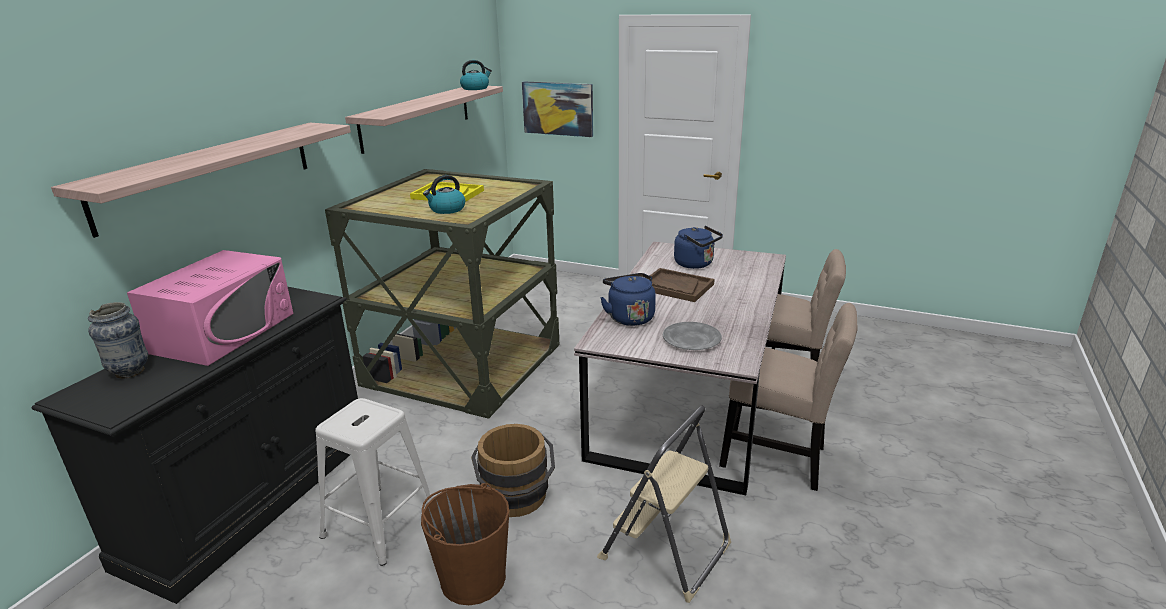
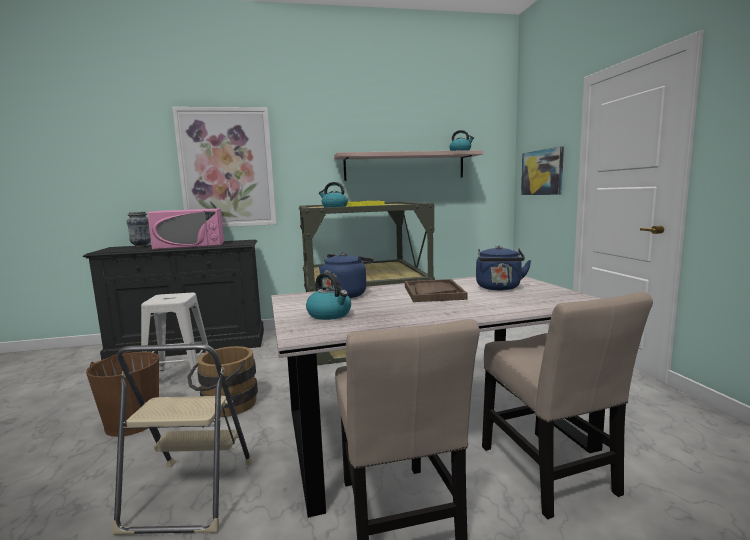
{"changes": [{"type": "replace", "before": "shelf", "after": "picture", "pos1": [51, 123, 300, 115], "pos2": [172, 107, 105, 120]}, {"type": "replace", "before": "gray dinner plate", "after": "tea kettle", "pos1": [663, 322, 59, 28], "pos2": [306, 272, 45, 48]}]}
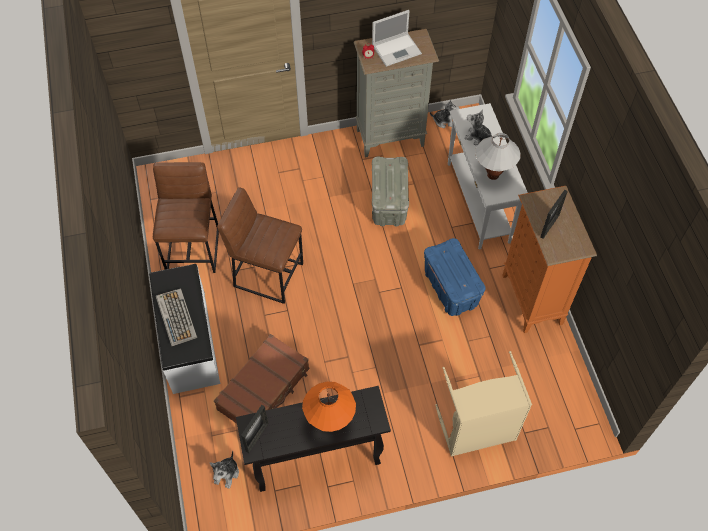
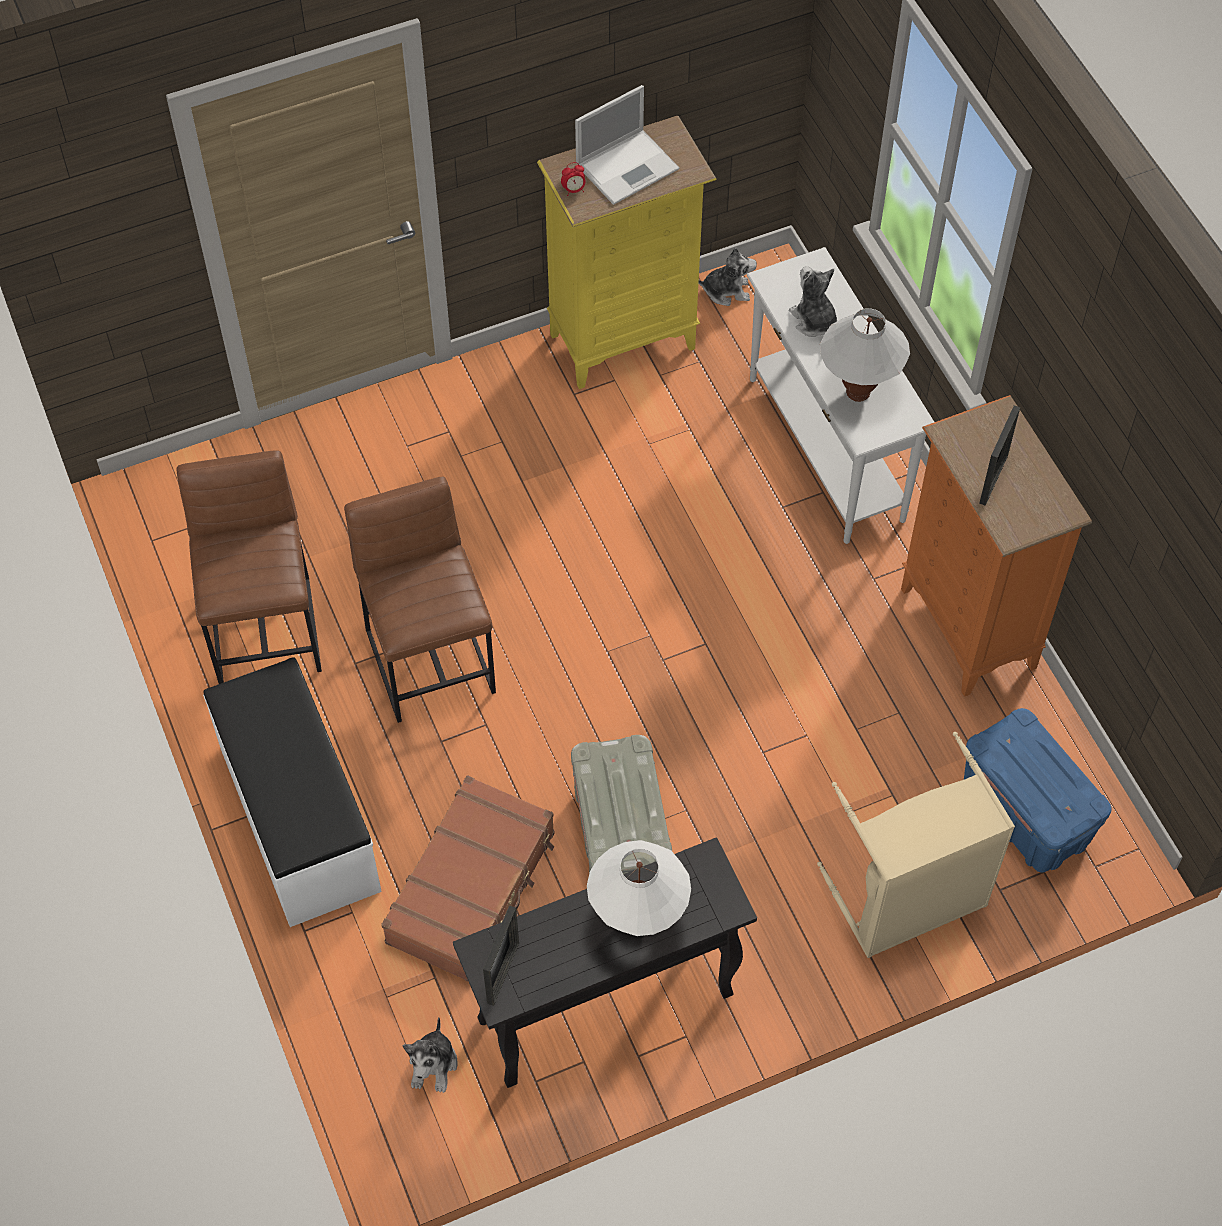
{"changes": [{"type": "rotate", "before": "brownish upright chair", "pos1": [217, 187, 86, 117], "pos2": [344, 477, 152, 246], "turn": 60}, {"type": "recolor", "before": "gray drawer chest", "after": "yellow drawer chest", "pos1": [354, 29, 85, 129], "pos2": [537, 116, 180, 273]}, {"type": "move", "before": "gray storage bin", "pos1": [372, 156, 37, 70], "pos2": [571, 735, 101, 139]}, {"type": "recolor", "before": "orange-coloured tabletop lamp", "after": "white-coloured tabletop lamp", "pos1": [302, 382, 54, 50], "pos2": [587, 840, 104, 96]}, {"type": "rotate", "before": "soft toy", "pos1": [464, 109, 31, 36], "pos2": [789, 266, 48, 71], "turn": 45}, {"type": "move", "before": "blue-coloured storage bin", "pos1": [424, 238, 62, 78], "pos2": [964, 708, 148, 165]}, {"type": "delete", "before": "computer keyboard", "pos1": [156, 289, 41, 58]}]}
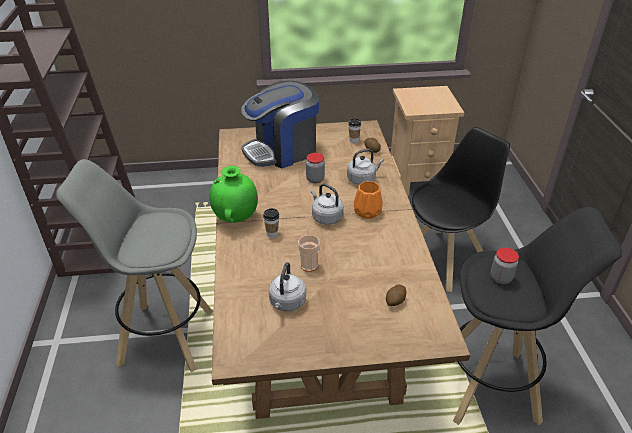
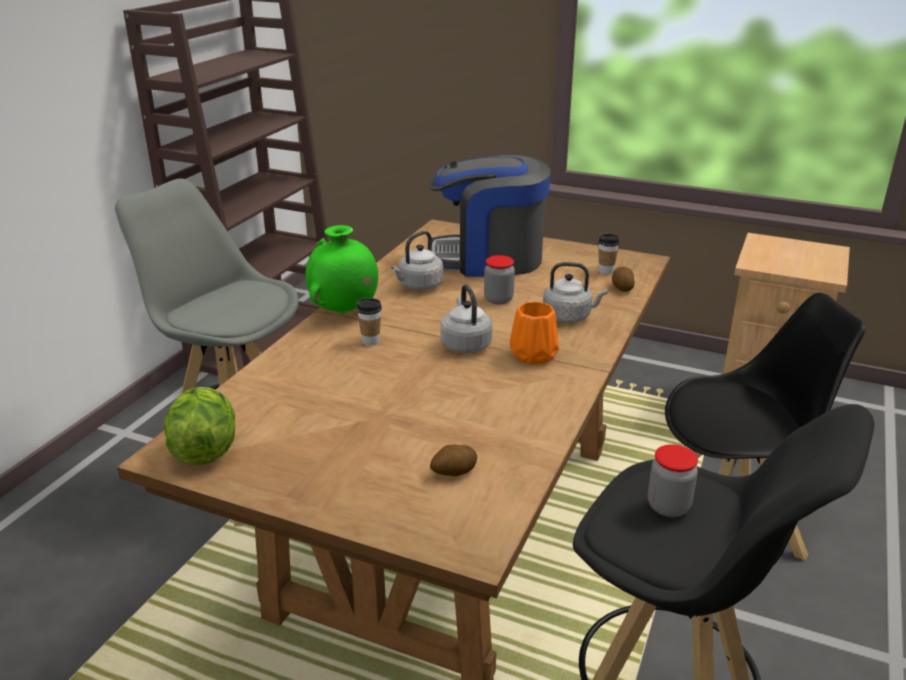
{"changes": [{"type": "insert", "after": "lettuce head", "pos2": [164, 387, 71, 78]}, {"type": "move", "before": "gray tea kettle", "pos1": [269, 262, 37, 49], "pos2": [391, 231, 52, 60]}, {"type": "delete", "before": "drinking cup", "pos1": [298, 235, 22, 37]}]}
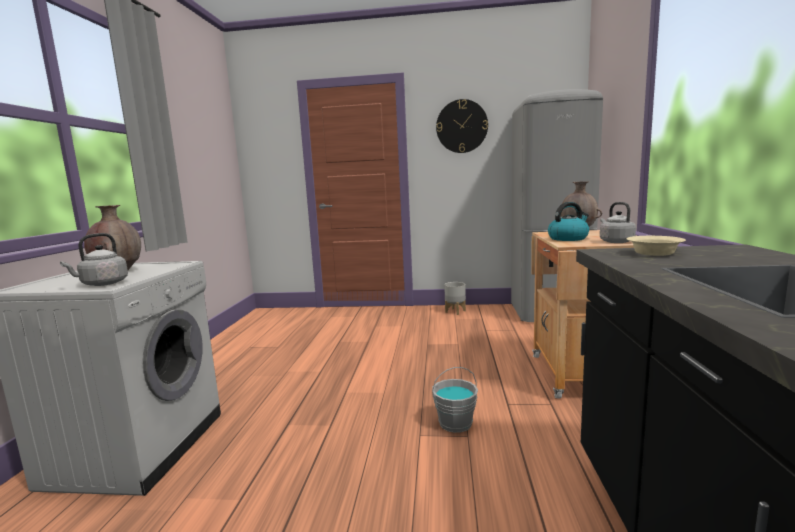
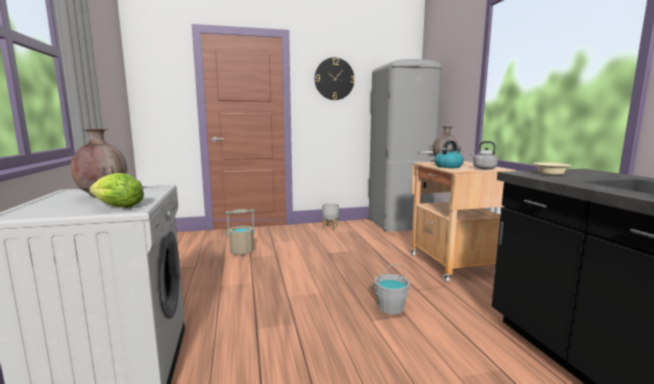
{"changes": [{"type": "replace", "before": "gray tea kettle", "after": "lettuce head", "pos1": [60, 233, 68, 53], "pos2": [89, 173, 55, 35]}, {"type": "insert", "after": "beige pail", "pos2": [226, 209, 29, 46]}]}
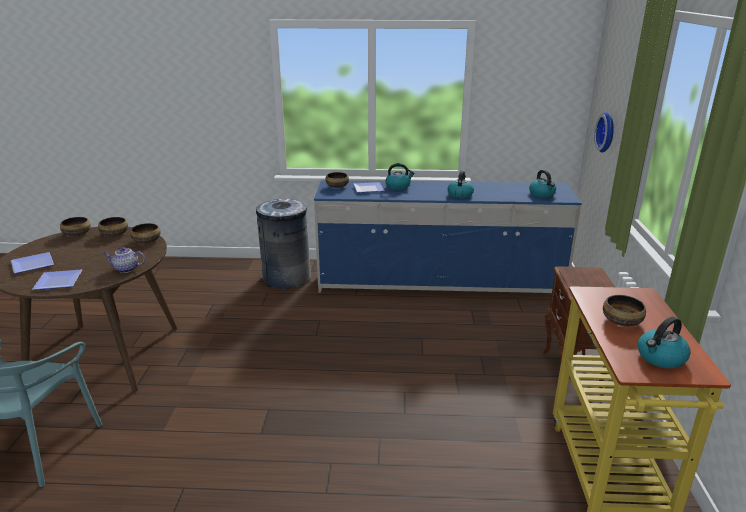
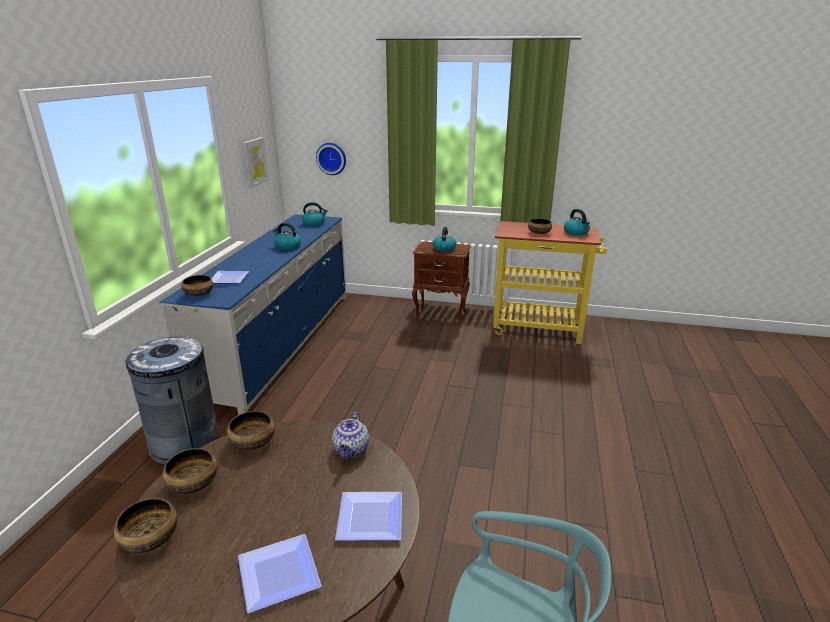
{"changes": [{"type": "insert", "after": "picture", "pos2": [243, 137, 26, 51]}, {"type": "move", "before": "tea kettle", "pos1": [385, 163, 30, 27], "pos2": [433, 227, 23, 25]}]}
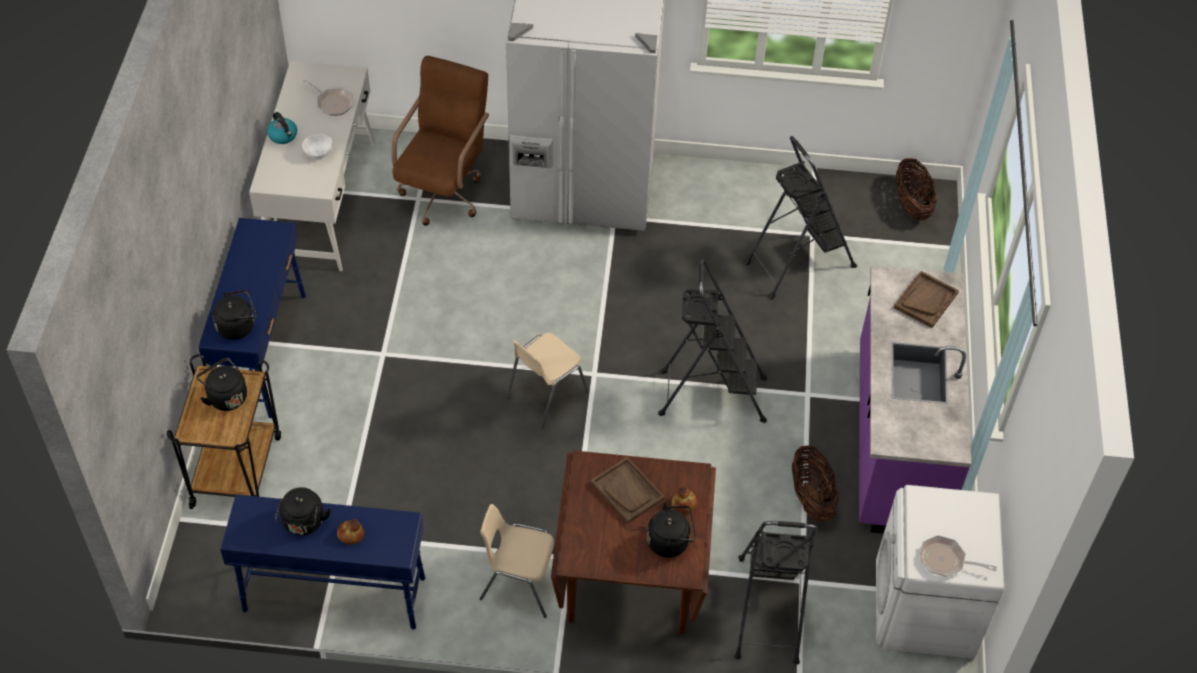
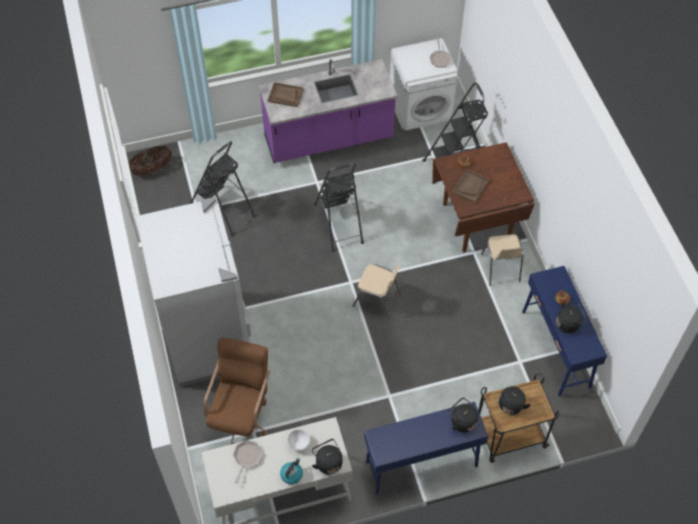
{"changes": [{"type": "rotate", "before": "brownish desk chair", "pos1": [392, 56, 97, 170], "pos2": [203, 338, 67, 107], "turn": 105}, {"type": "move", "before": "black-coloured tea kettle", "pos1": [647, 503, 49, 55], "pos2": [312, 439, 30, 35]}, {"type": "delete", "before": "storage basket", "pos1": [792, 445, 47, 77]}]}
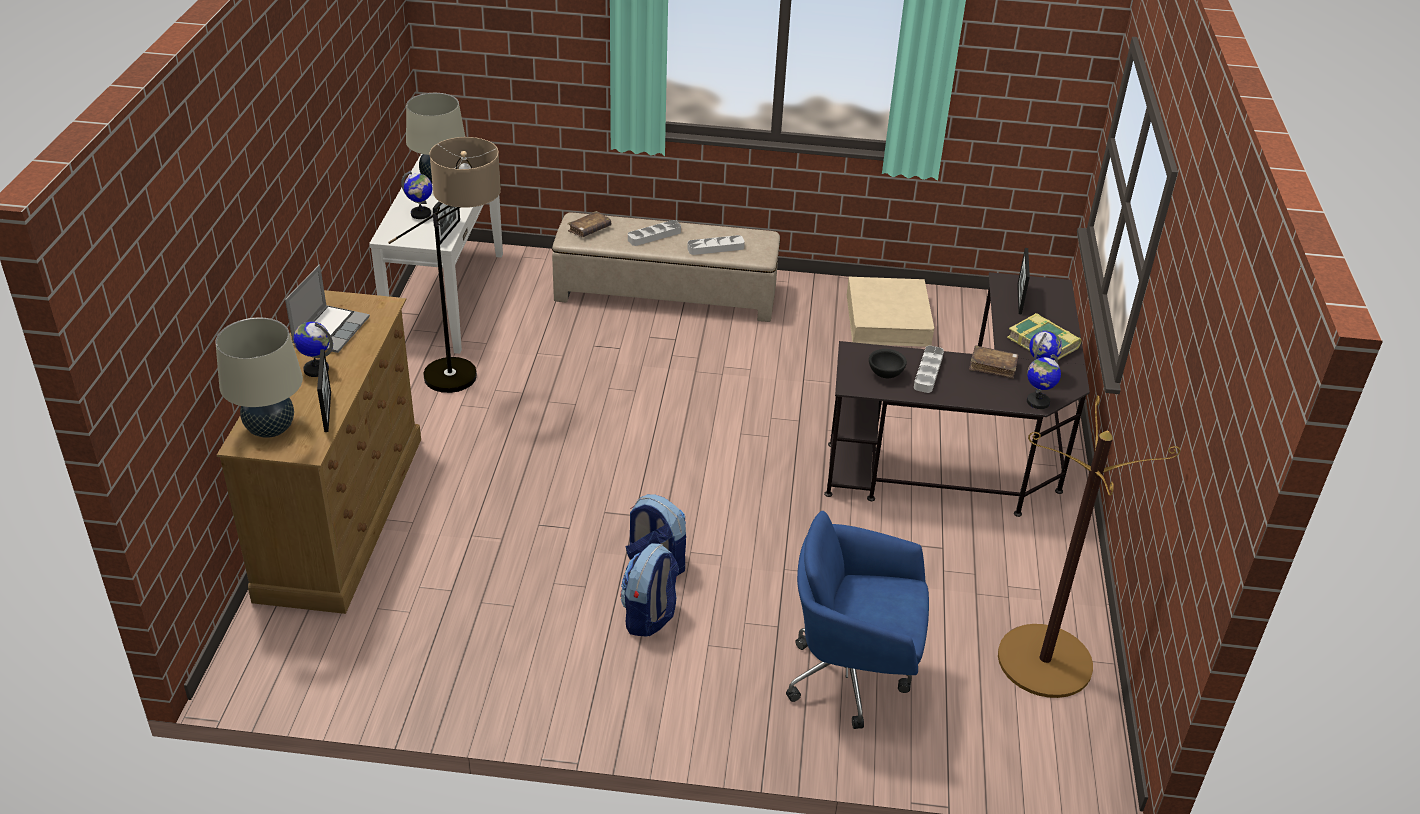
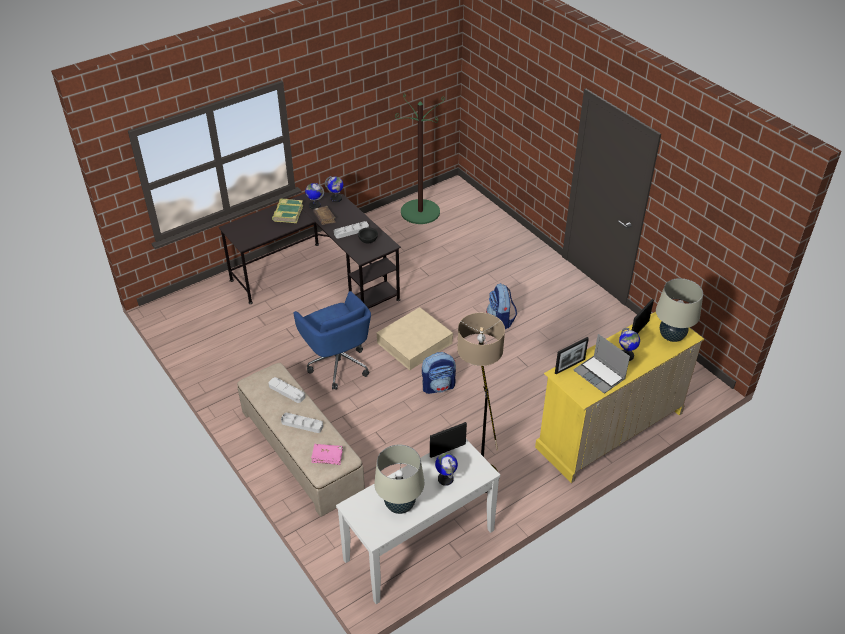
{"changes": [{"type": "move", "before": "blue-coloured desk chair", "pos1": [786, 511, 143, 218], "pos2": [294, 291, 77, 99]}, {"type": "recolor", "before": "brownish volume", "after": "pinkish volume", "pos1": [567, 211, 44, 26], "pos2": [311, 444, 32, 21]}, {"type": "move", "before": "beige storage bin", "pos1": [847, 276, 87, 71], "pos2": [377, 307, 76, 63]}, {"type": "recolor", "before": "brownish clothes rack", "after": "green clothes rack", "pos1": [998, 396, 182, 302], "pos2": [395, 94, 50, 130]}, {"type": "move", "before": "backpack", "pos1": [621, 543, 58, 94], "pos2": [422, 352, 34, 42]}, {"type": "recolor", "before": "brownish drawer chest", "after": "yellow drawer chest", "pos1": [217, 290, 204, 324], "pos2": [535, 312, 169, 171]}, {"type": "move", "before": "picture frame", "pos1": [1017, 248, 13, 66], "pos2": [555, 337, 34, 37]}, {"type": "rotate", "before": "notebook computer", "pos1": [285, 264, 85, 89], "pos2": [574, 334, 56, 60], "turn": -105}]}
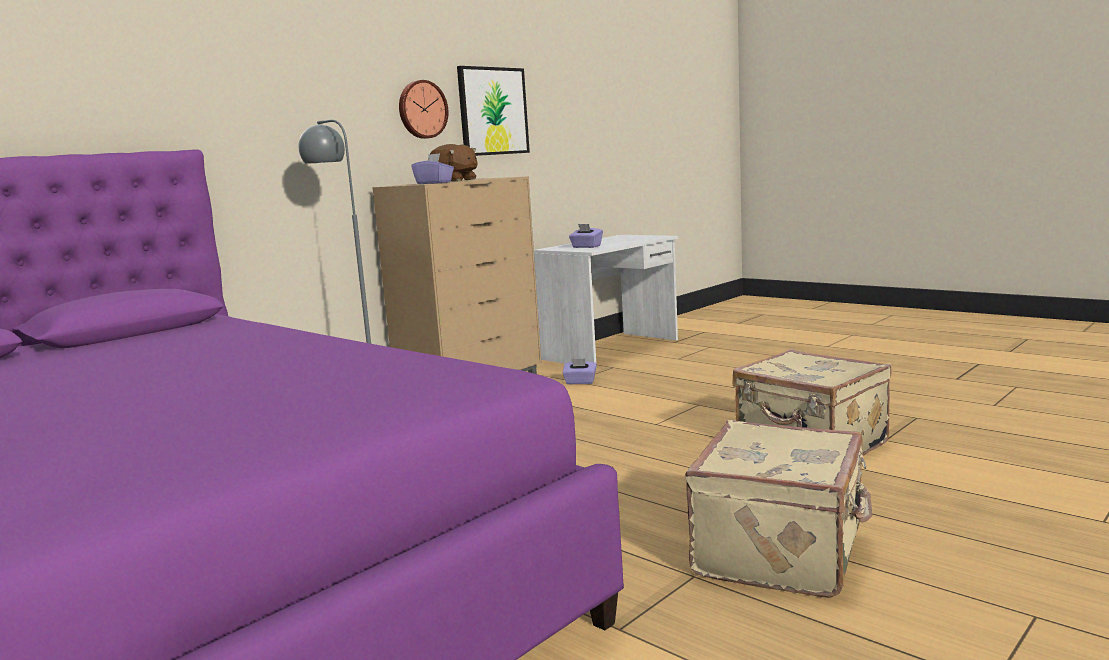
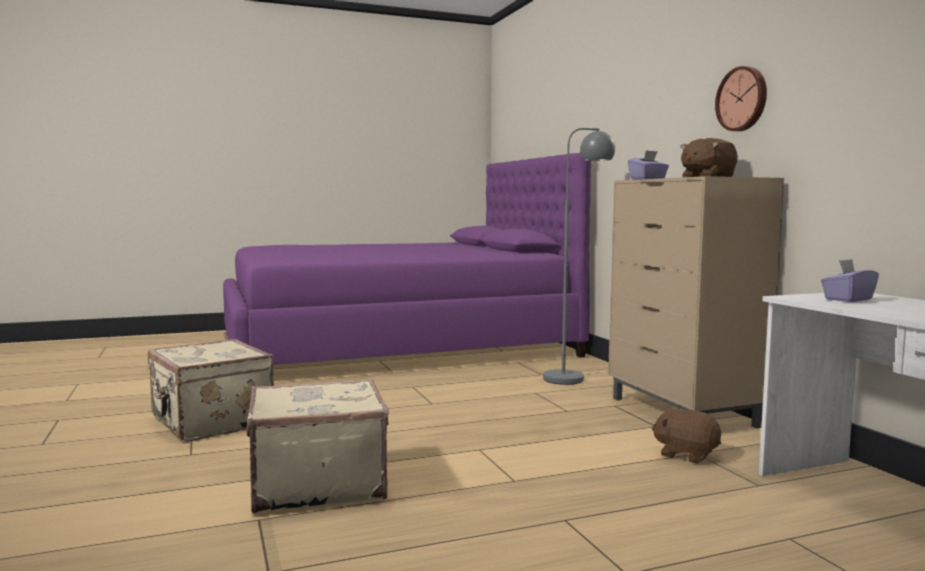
{"changes": [{"type": "replace", "before": "purple box of tissues", "after": "brownish soft toy", "pos1": [563, 359, 34, 25], "pos2": [652, 408, 69, 55]}, {"type": "delete", "before": "picture", "pos1": [457, 66, 73, 90]}]}
